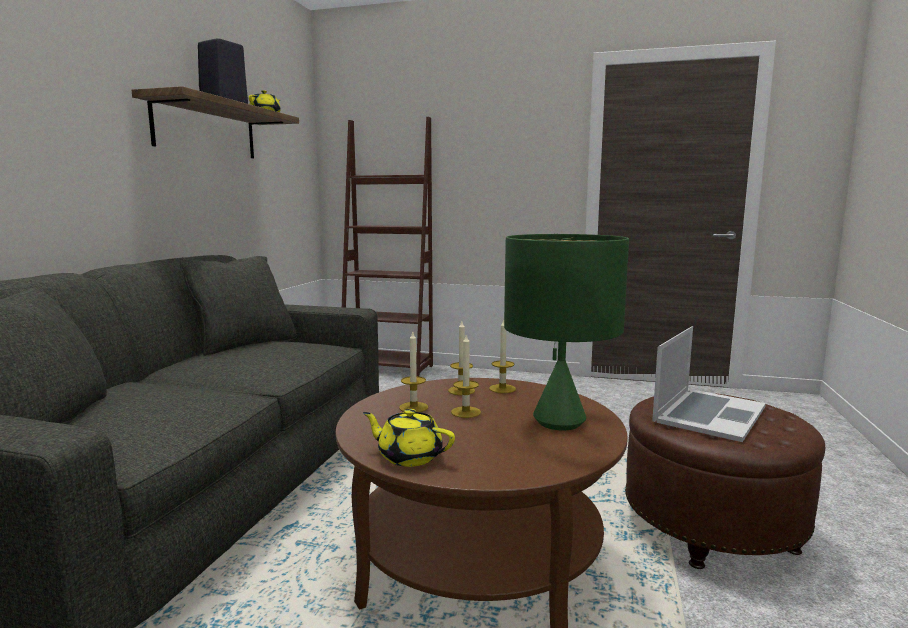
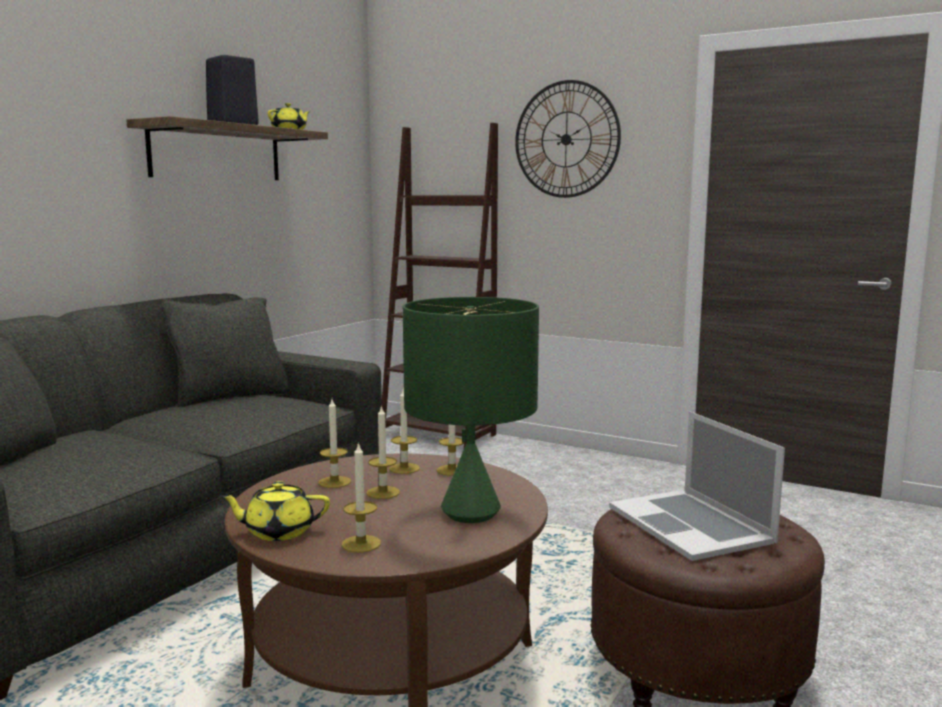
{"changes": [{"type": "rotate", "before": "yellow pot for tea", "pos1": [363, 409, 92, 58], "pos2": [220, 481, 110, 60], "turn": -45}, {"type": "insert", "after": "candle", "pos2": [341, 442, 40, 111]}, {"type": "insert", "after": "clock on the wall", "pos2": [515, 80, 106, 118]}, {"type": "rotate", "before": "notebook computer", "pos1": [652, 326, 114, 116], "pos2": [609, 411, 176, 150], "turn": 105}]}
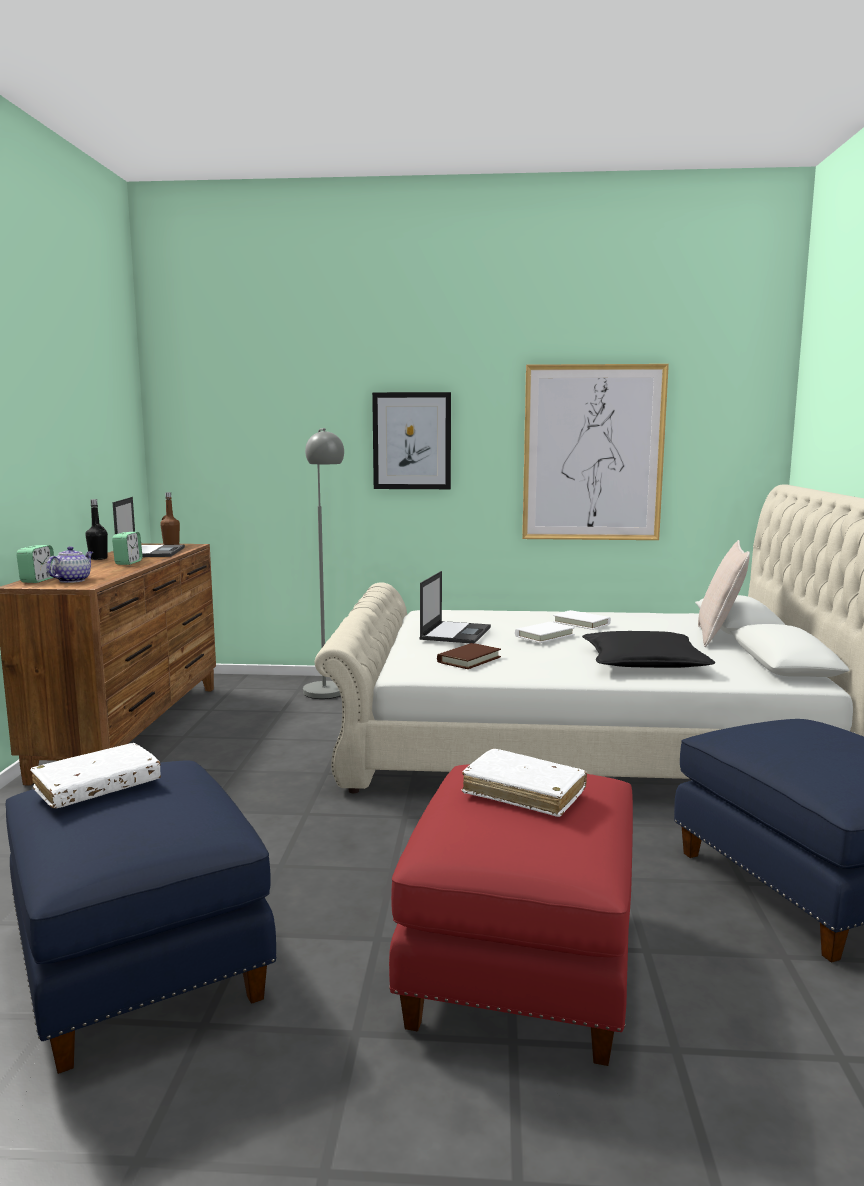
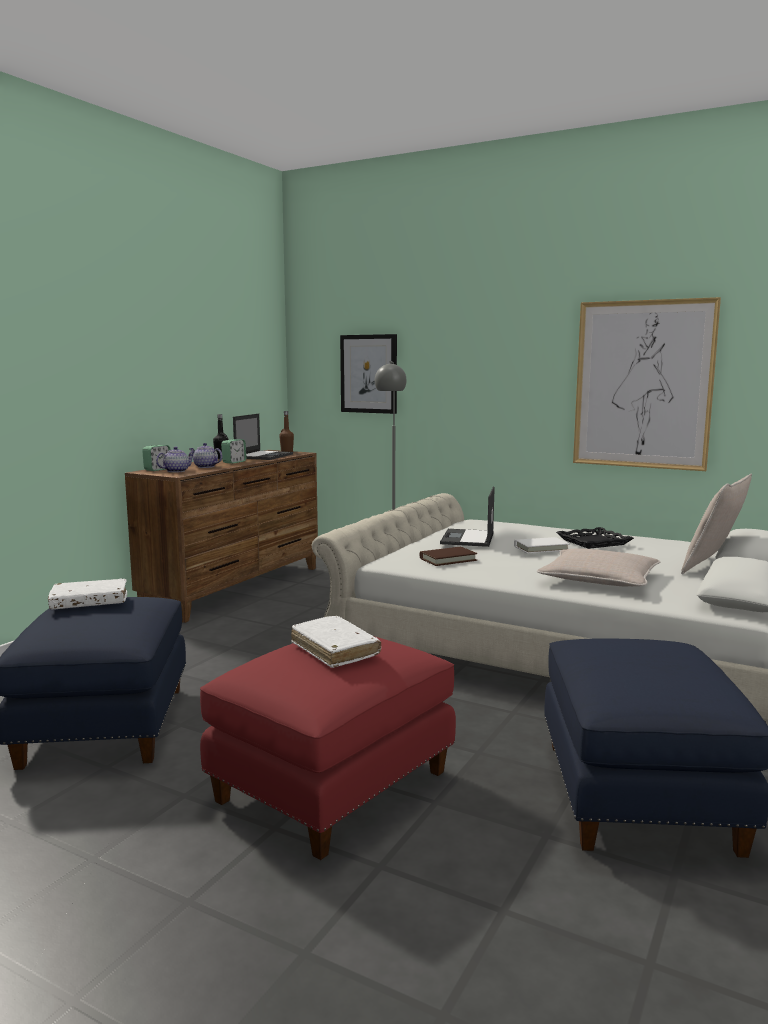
{"changes": [{"type": "insert", "after": "pot for tea", "pos2": [189, 443, 33, 25]}, {"type": "move", "before": "picture", "pos1": [372, 392, 79, 97], "pos2": [340, 334, 57, 80]}, {"type": "rotate", "before": "notebook computer", "pos1": [419, 571, 72, 72], "pos2": [440, 487, 55, 60], "turn": 150}, {"type": "recolor", "before": "black-coloured pillow", "after": "beige pillow", "pos1": [582, 631, 133, 37], "pos2": [537, 548, 124, 38]}, {"type": "replace", "before": "white-coloured volume", "after": "black-coloured carrying tray", "pos1": [553, 610, 58, 20], "pos2": [556, 527, 78, 22]}]}
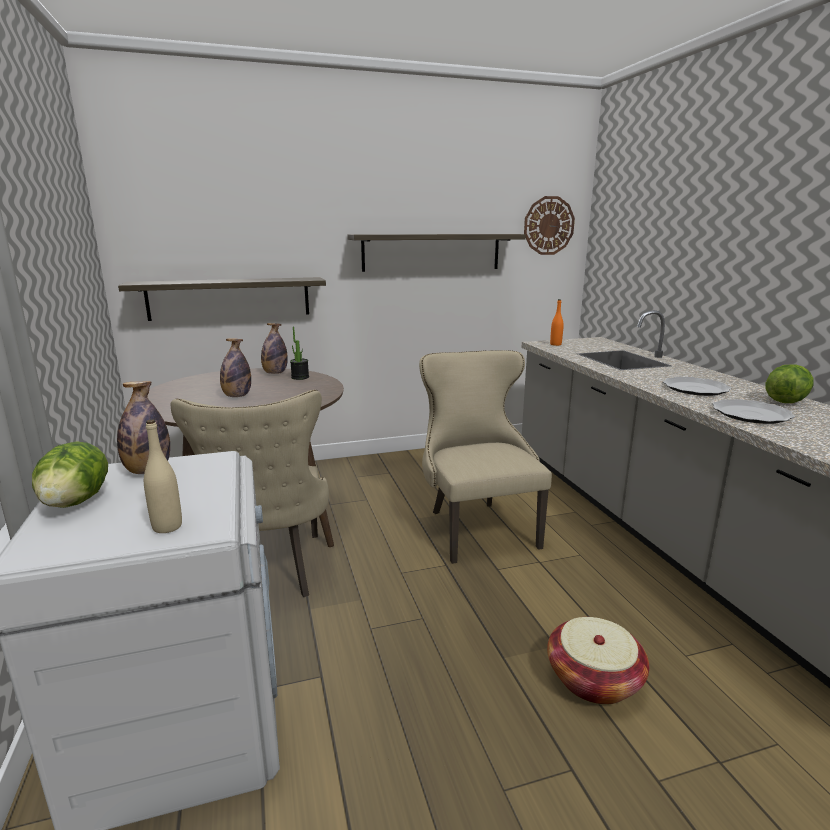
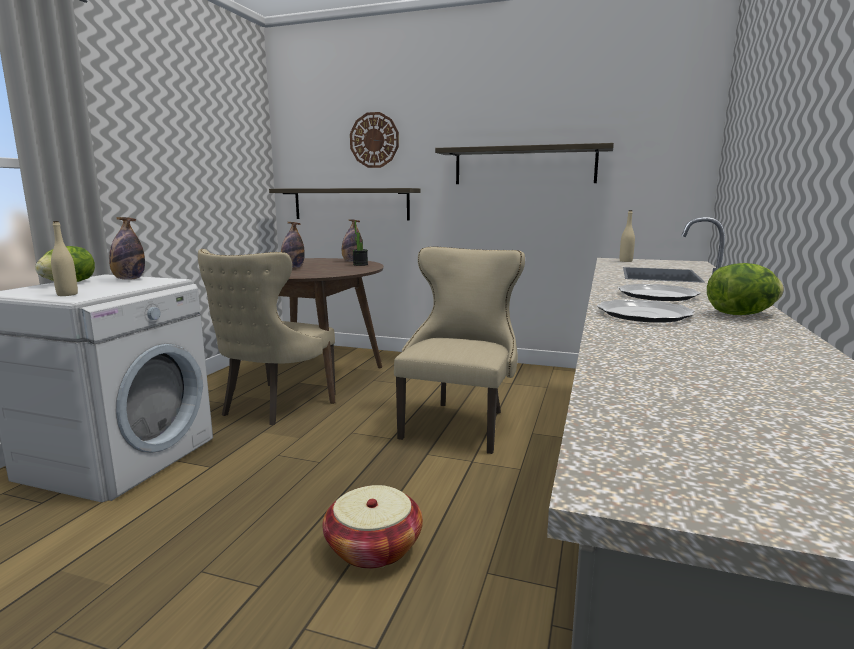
{"changes": [{"type": "move", "before": "clock on the wall", "pos1": [524, 196, 51, 59], "pos2": [350, 112, 49, 56]}, {"type": "recolor", "before": "orange-coloured bottle", "after": "beige bottle", "pos1": [550, 299, 14, 47], "pos2": [620, 210, 15, 52]}]}
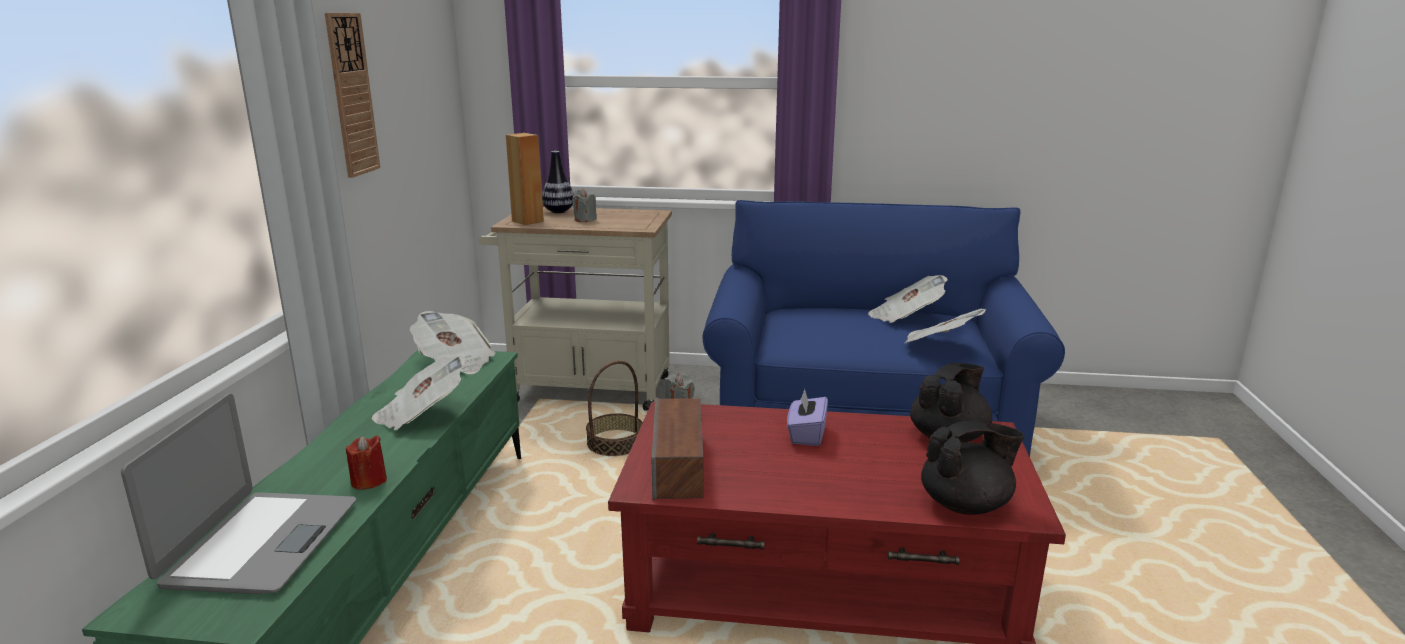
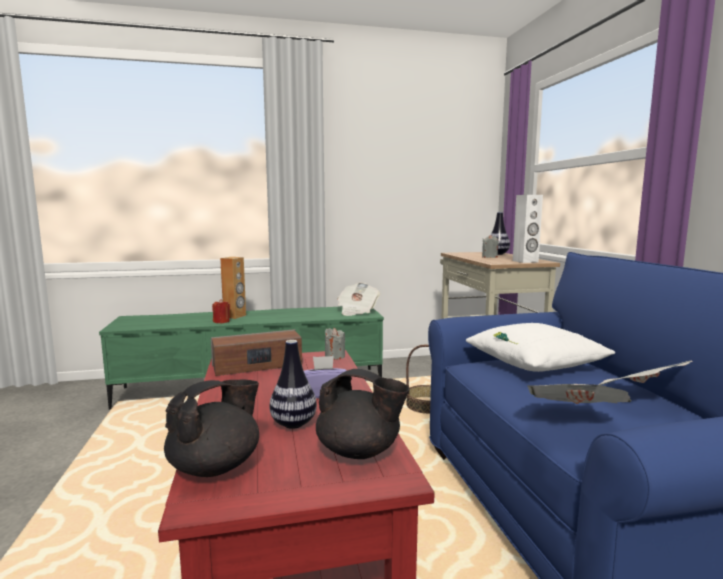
{"changes": [{"type": "rotate", "before": "black-coloured pot for tea", "pos1": [921, 421, 103, 94], "pos2": [164, 380, 95, 97], "turn": -105}, {"type": "move", "before": "brownish audio speaker", "pos1": [506, 133, 38, 92], "pos2": [220, 257, 26, 62]}, {"type": "insert", "after": "flower vase", "pos2": [269, 340, 48, 89]}, {"type": "insert", "after": "white-coloured pillow", "pos2": [466, 323, 149, 49]}, {"type": "insert", "after": "white-coloured audio speaker", "pos2": [513, 195, 30, 68]}, {"type": "delete", "before": "notebook computer", "pos1": [121, 394, 236, 200]}, {"type": "delete", "before": "clock on the wall", "pos1": [325, 13, 55, 165]}, {"type": "delete", "before": "daily paper", "pos1": [372, 356, 94, 74]}]}
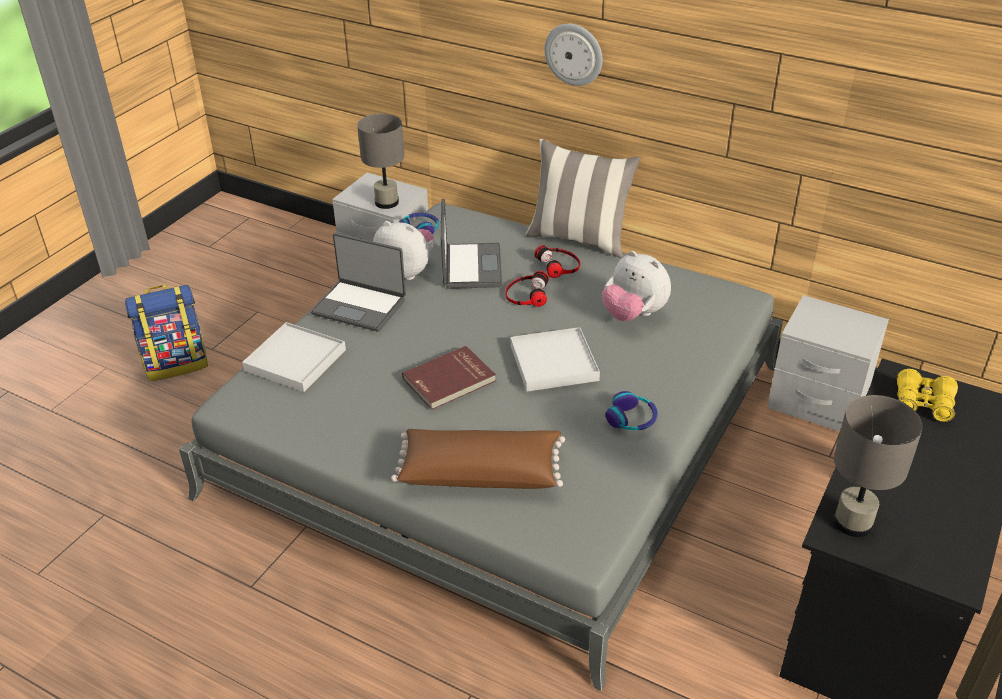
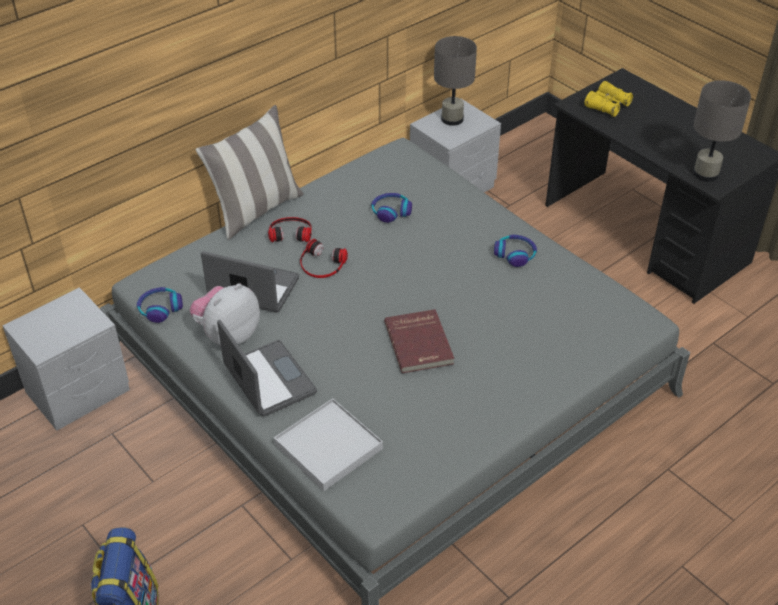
{"changes": [{"type": "rotate", "before": "notebook computer", "pos1": [311, 233, 95, 99], "pos2": [217, 320, 100, 97], "turn": -75}, {"type": "replace", "before": "soft toy", "after": "headphones", "pos1": [602, 251, 69, 70], "pos2": [371, 193, 41, 30]}, {"type": "move", "before": "gray tabletop lamp", "pos1": [357, 113, 47, 96], "pos2": [434, 36, 43, 90]}, {"type": "delete", "before": "brownish pillow", "pos1": [391, 429, 174, 60]}, {"type": "delete", "before": "white-coloured carrying tray", "pos1": [510, 327, 90, 65]}, {"type": "delete", "before": "clock on the wall", "pos1": [544, 24, 59, 62]}]}
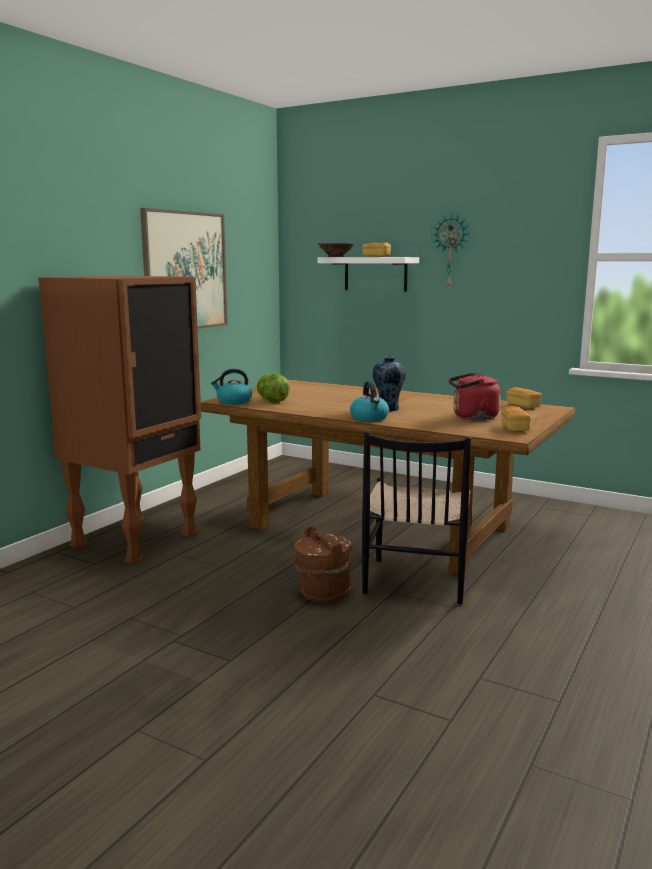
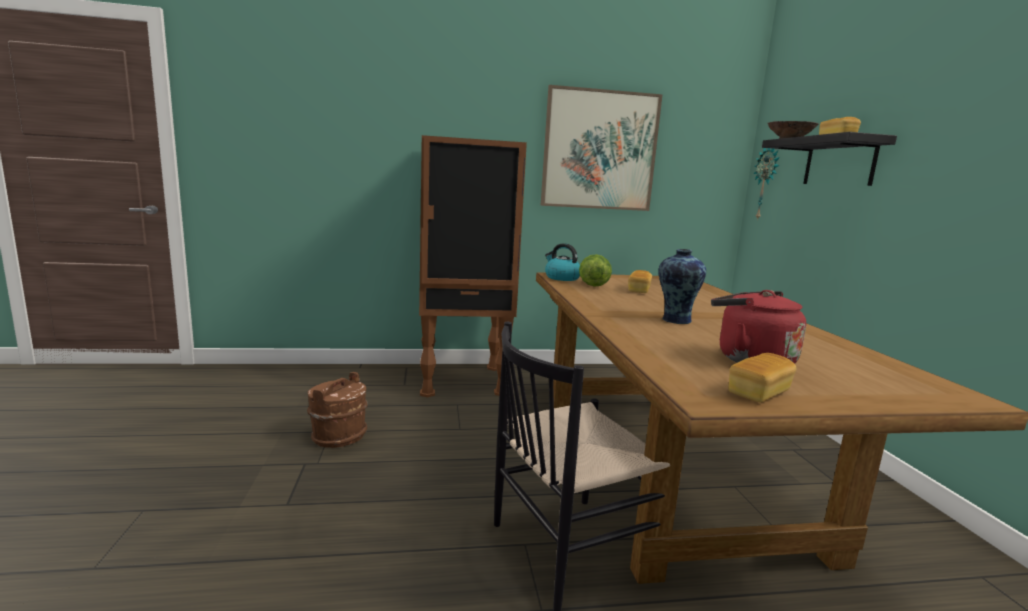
{"changes": [{"type": "move", "before": "brownish pail", "pos1": [293, 526, 59, 77], "pos2": [307, 372, 61, 76]}, {"type": "move", "before": "bread", "pos1": [506, 387, 36, 21], "pos2": [628, 270, 24, 23]}, {"type": "move", "before": "clock on the wall", "pos1": [432, 213, 38, 75], "pos2": [754, 148, 26, 73]}, {"type": "recolor", "before": "white-coloured shelf", "after": "black-coloured shelf", "pos1": [318, 257, 101, 35], "pos2": [762, 132, 135, 54]}, {"type": "delete", "before": "tea kettle", "pos1": [350, 381, 39, 41]}]}
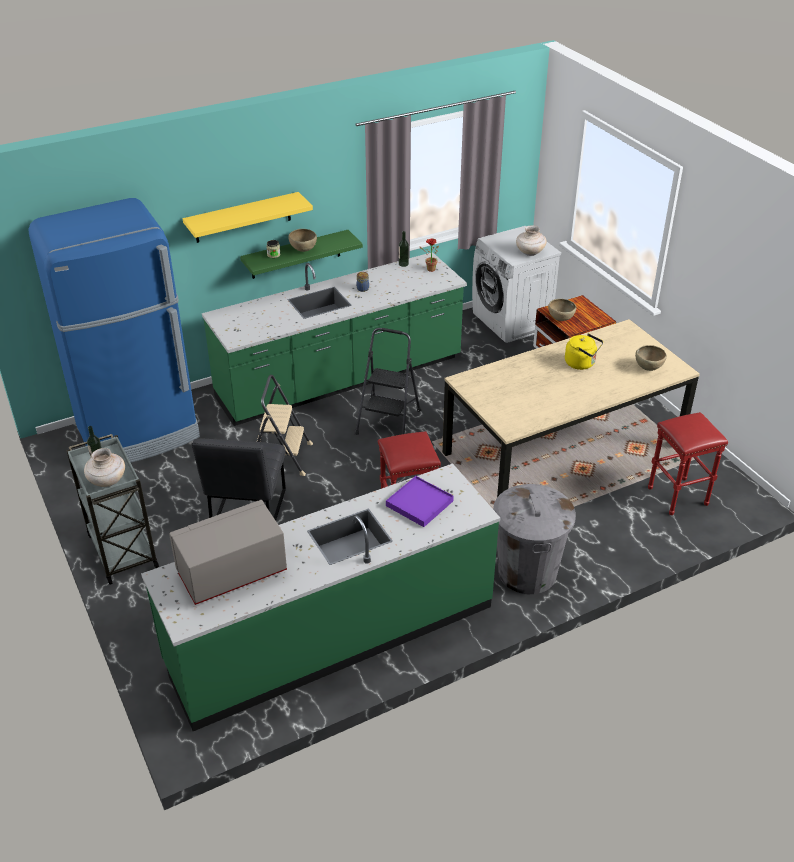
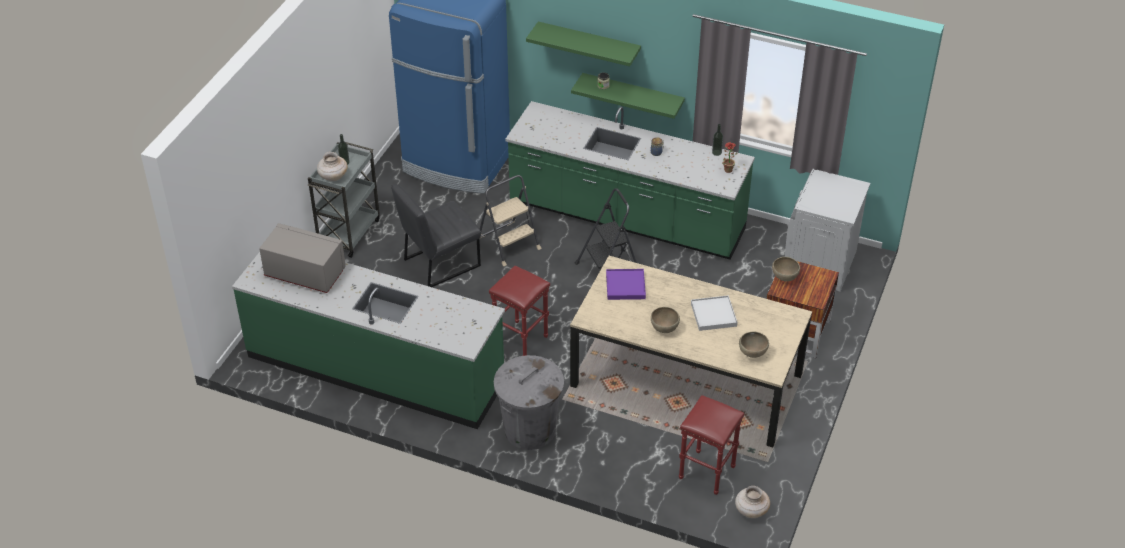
{"changes": [{"type": "recolor", "before": "yellow shelf", "after": "green shelf", "pos1": [183, 192, 130, 51], "pos2": [526, 22, 115, 44]}, {"type": "move", "before": "purple carrying tray", "pos1": [386, 476, 68, 51], "pos2": [606, 269, 40, 31]}, {"type": "move", "before": "brownish deep dish", "pos1": [288, 229, 29, 23], "pos2": [651, 307, 29, 26]}, {"type": "replace", "before": "yellow tea kettle", "after": "white-coloured carrying tray", "pos1": [565, 333, 38, 37], "pos2": [691, 295, 46, 36]}, {"type": "move", "before": "beige flower vase", "pos1": [516, 225, 30, 31], "pos2": [735, 486, 35, 32]}]}
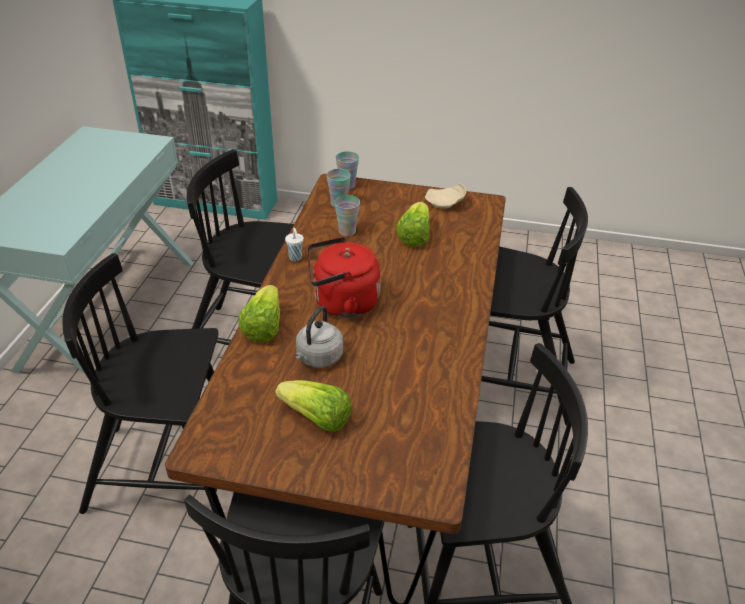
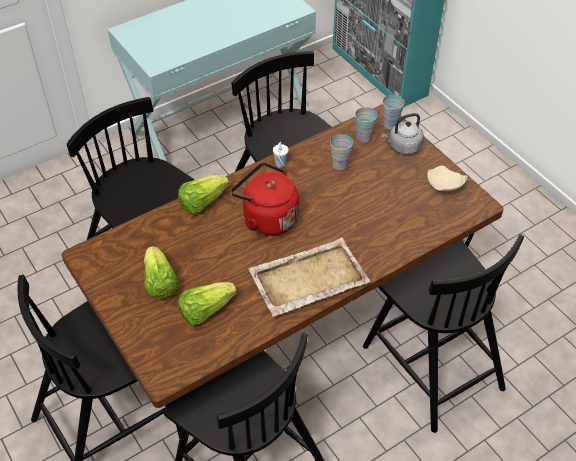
{"changes": [{"type": "move", "before": "lettuce head", "pos1": [396, 202, 34, 45], "pos2": [178, 282, 59, 44]}, {"type": "insert", "after": "beige carrying tray", "pos2": [248, 237, 122, 80]}, {"type": "move", "before": "gray tea kettle", "pos1": [295, 306, 48, 62], "pos2": [381, 113, 42, 42]}]}
